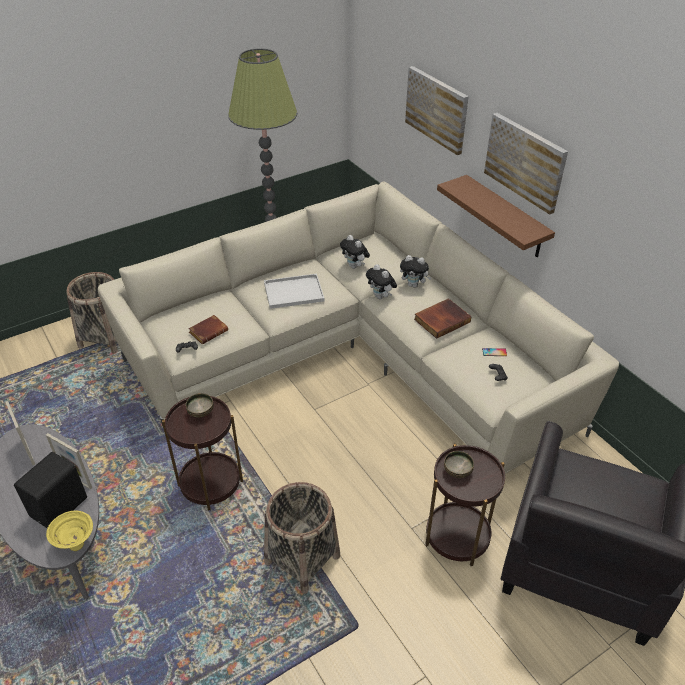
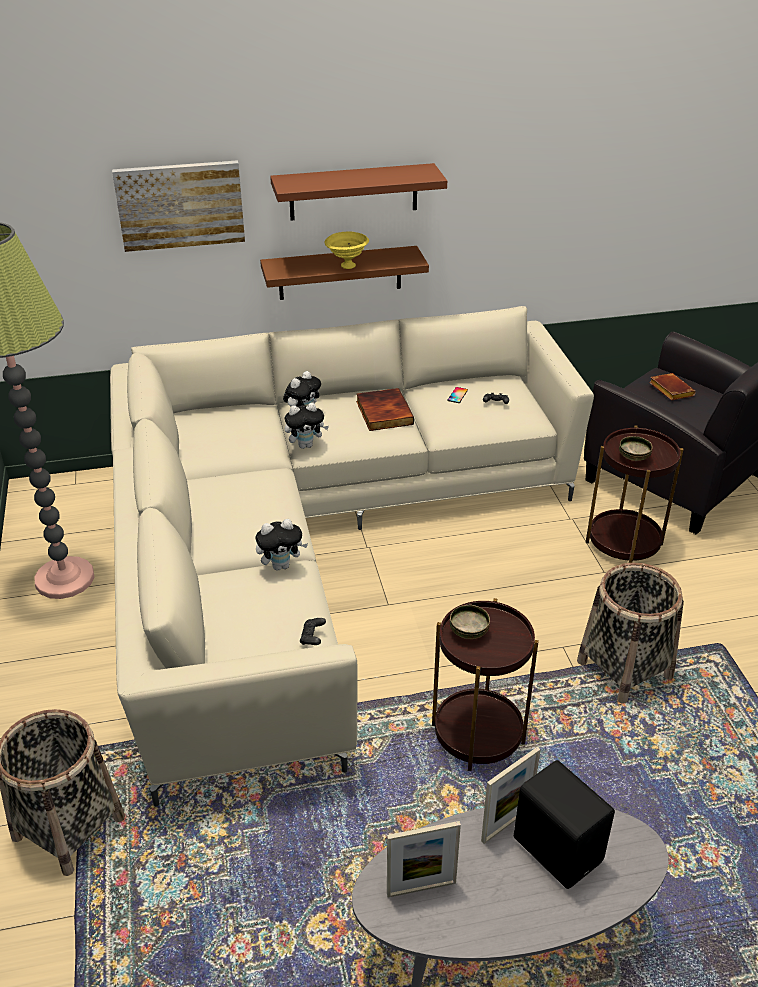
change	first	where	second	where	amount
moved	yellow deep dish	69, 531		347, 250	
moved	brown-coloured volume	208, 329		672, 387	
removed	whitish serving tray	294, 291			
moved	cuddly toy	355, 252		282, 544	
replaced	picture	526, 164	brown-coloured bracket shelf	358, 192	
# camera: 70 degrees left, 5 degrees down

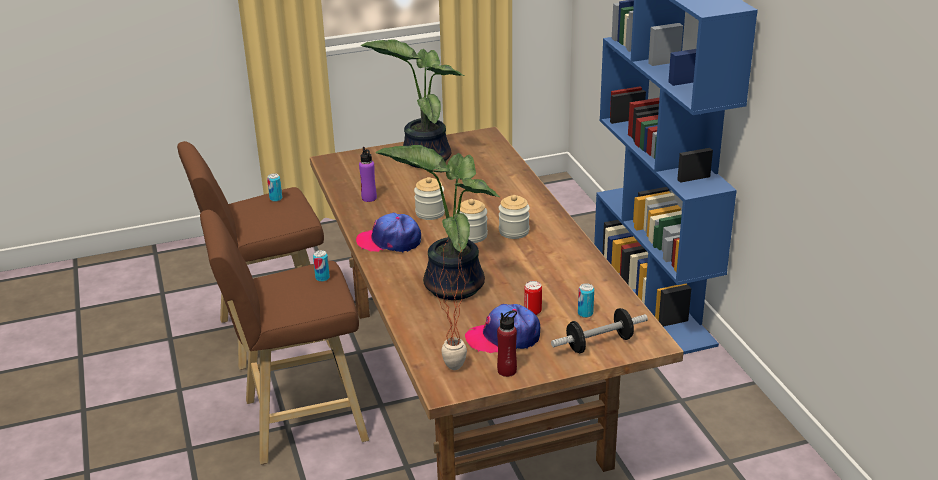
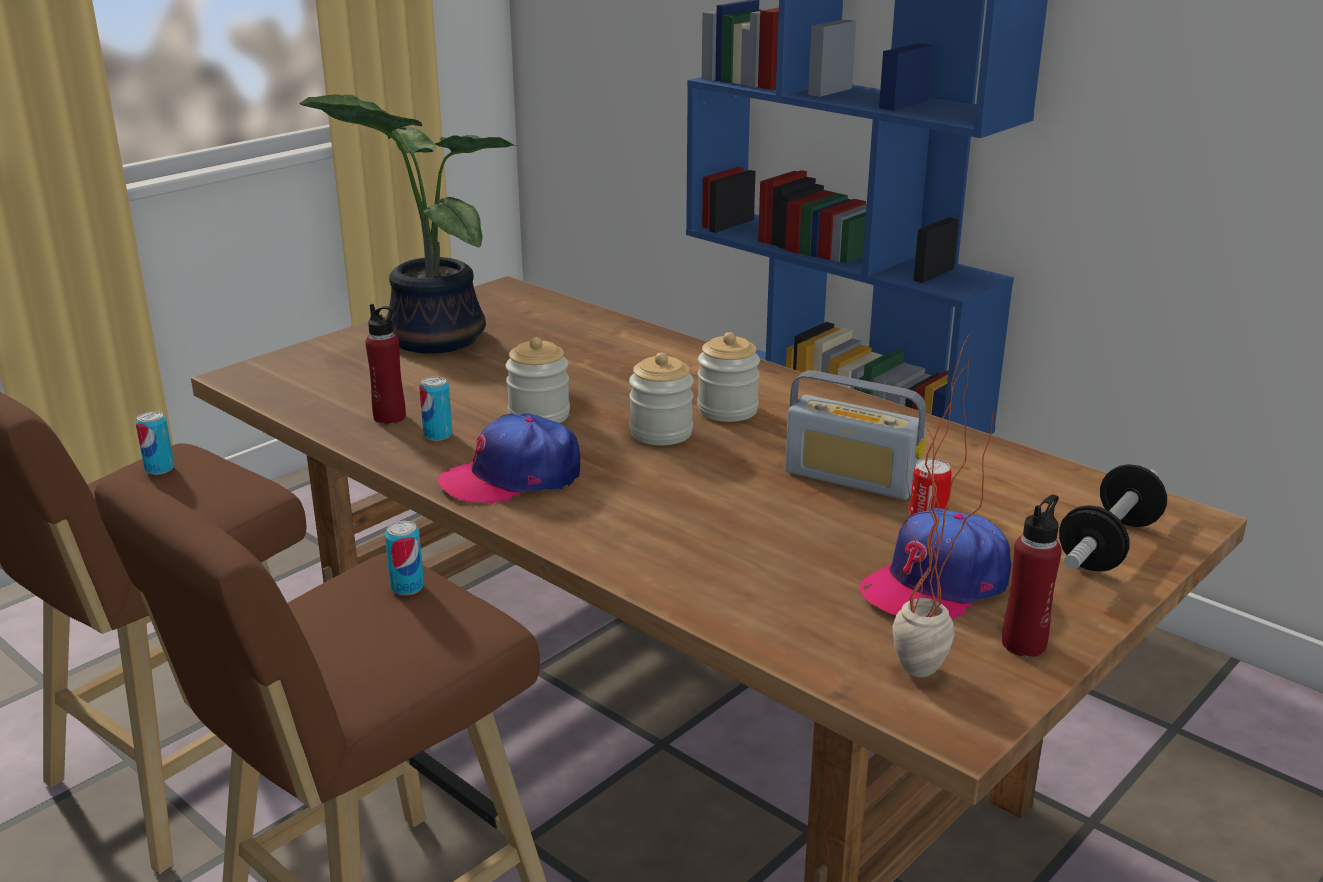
change	first	where	second	where	amount
recoloured	purple-coloured bottle	368, 174	red bottle	385, 364	
removed	plant in a pot	437, 222			
moved	can	586, 300		435, 408	
added			radio set	855, 435	
# camera: 30 degrees left, 5 degrees down

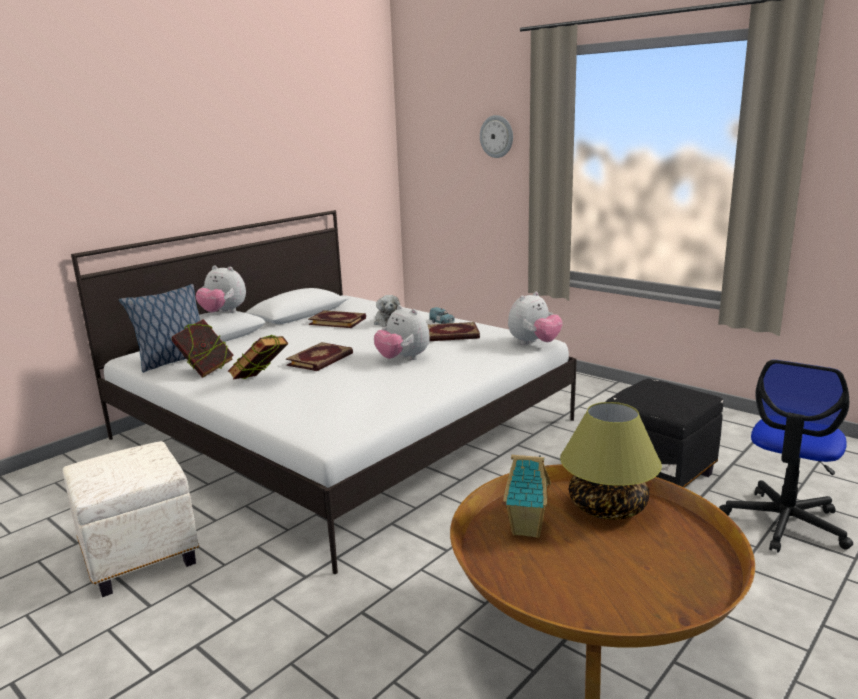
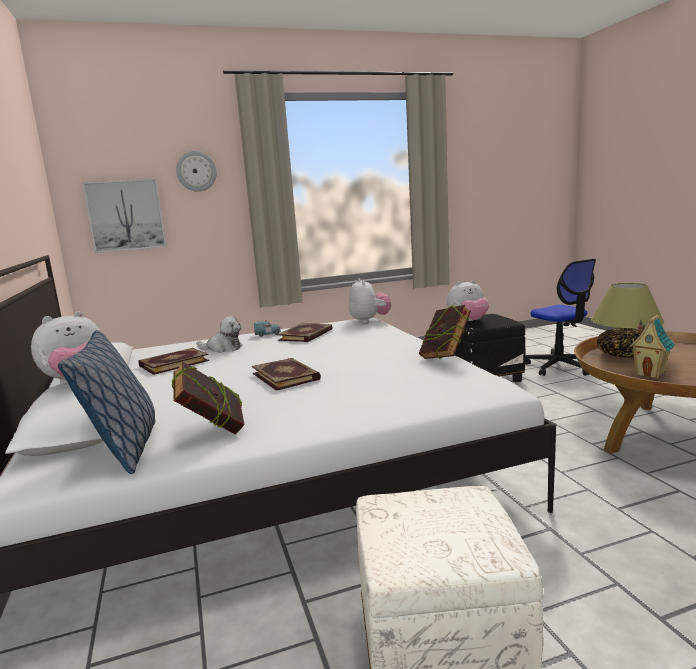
change	first	where	second	where	amount
moved	volume	257, 357		445, 331	
moved	cuddly toy	402, 332		468, 300	
added			picture	124, 216	
# camera: 60 degrees left, 5 degrees down

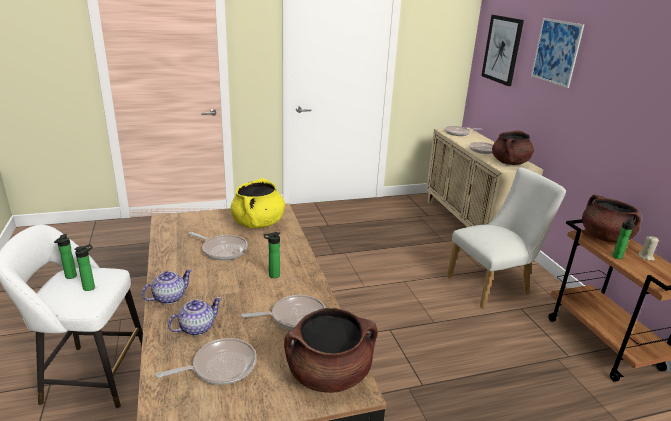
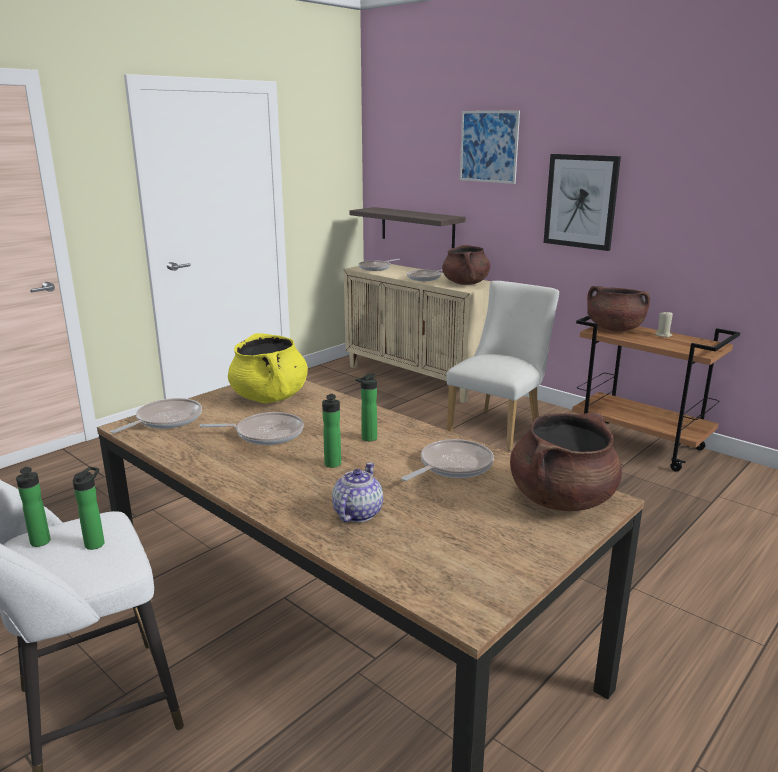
change	first	where	second	where	amount
removed	pot for tea	167, 286			
moved	skillet	206, 361		156, 415	
moved	picture	502, 50		582, 202	
moved	bottle	623, 239		331, 431	
added			bracket shelf	407, 227	
# camera: 30 degrees left, 5 degrees down

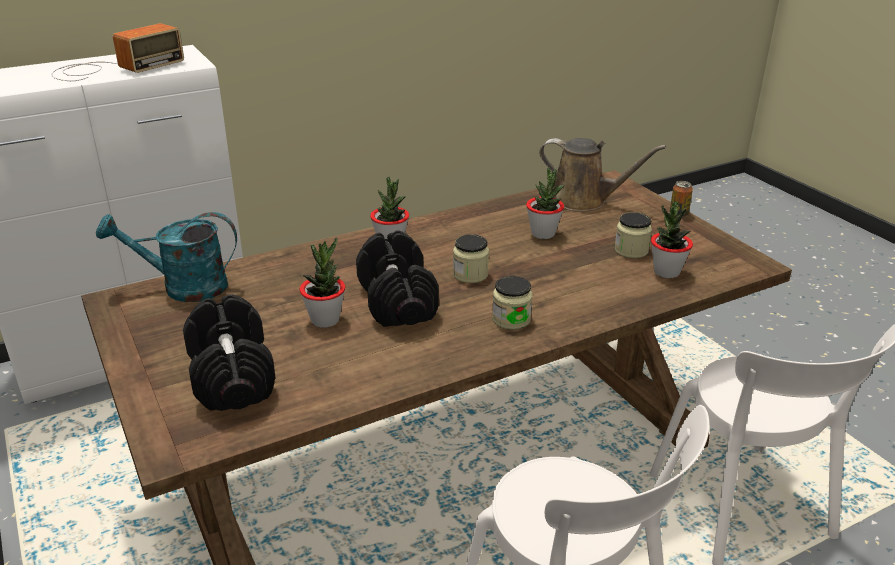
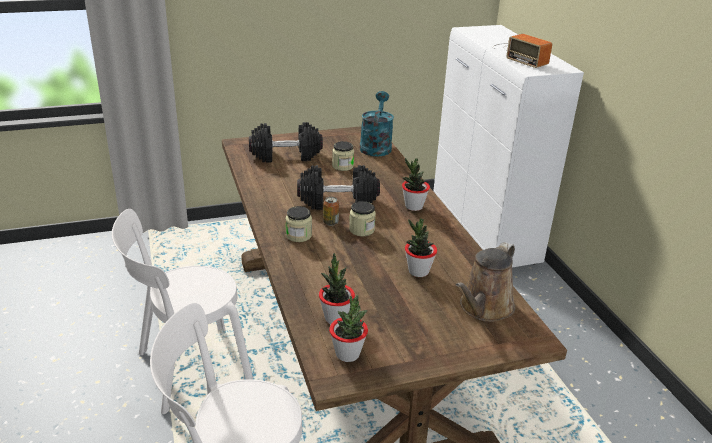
change	first	where	second	where	amount
moved	plant in a pot	323, 282		348, 328	
moved	storage jar	633, 235		343, 156	
moved	can	681, 199		331, 211	
# camera: 100 degrees right, 0 degrees up

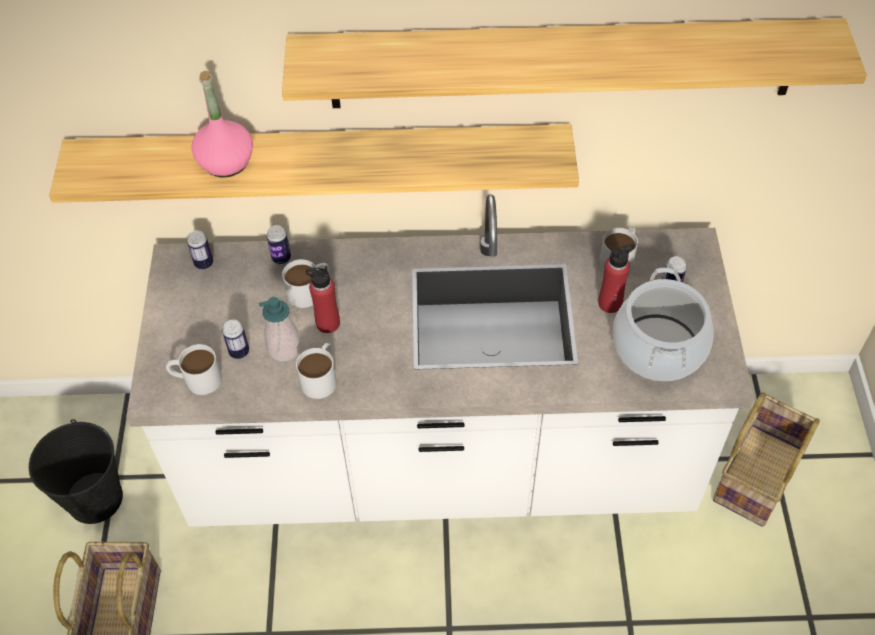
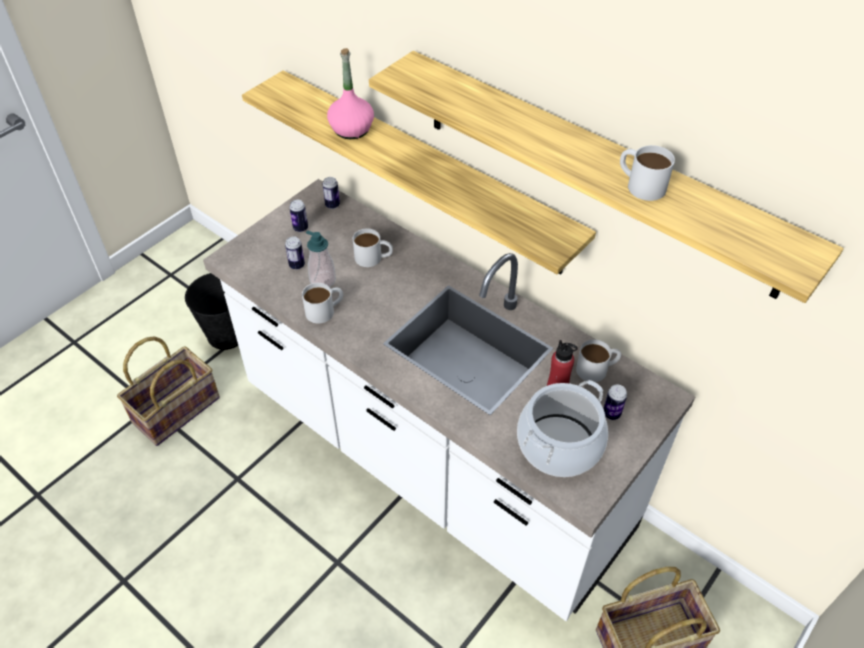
change	first	where	second	where	amount
moved	whitish tea mug	194, 369		647, 173	
moved	can	279, 244		298, 216	
removed	red bottle	323, 299			
# camera: 40 degrees right, 5 degrees down

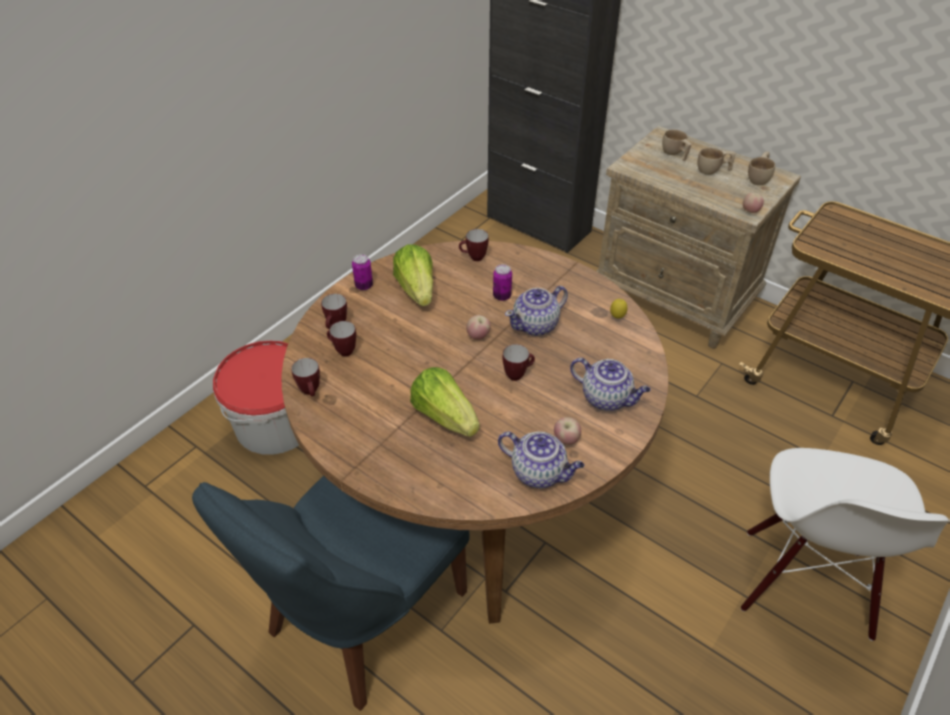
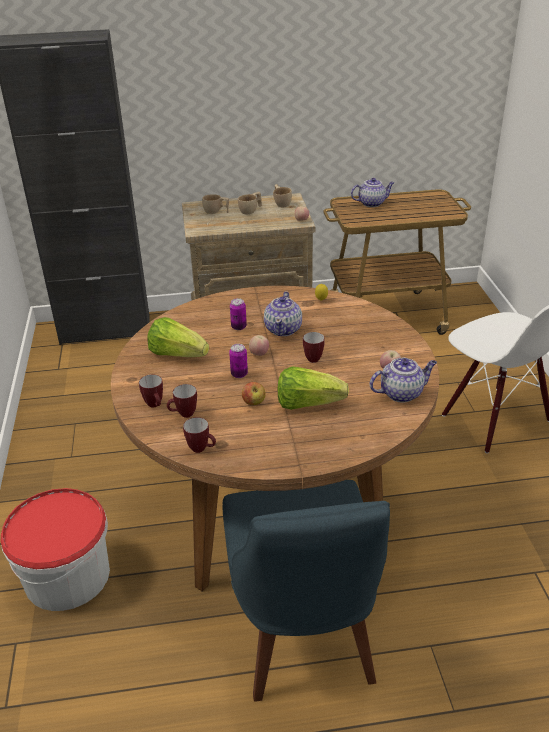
change	first	where	second	where	amount
moved	can	362, 272		238, 361	
removed	tea mug	474, 245			
moved	pot for tea	610, 384		372, 192	
added			apple fruit	254, 393	
# camera: 45 degrees left, 10 degrees down

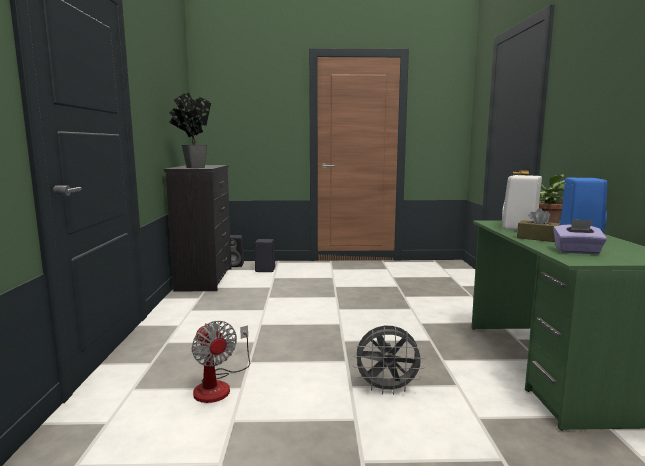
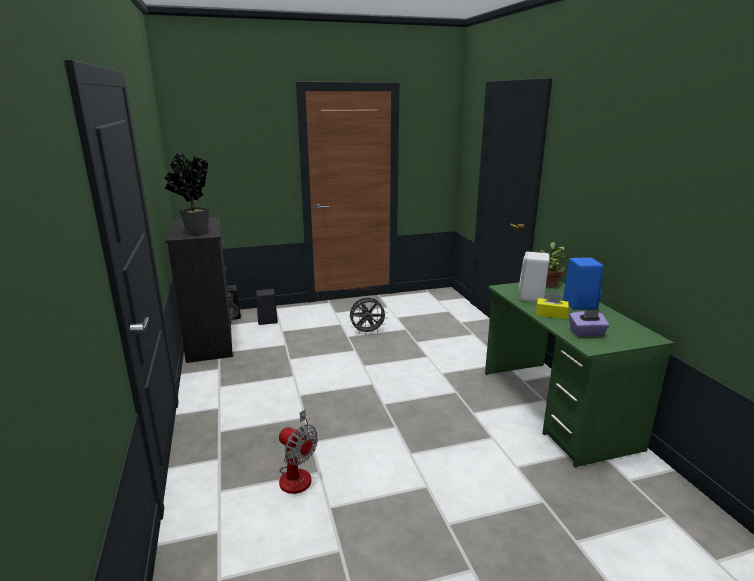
change	first	where	second	where	amount
moved	gray cooling fan	389, 360		368, 316	
recoloured	brown-coloured tissue holder	538, 225	yellow tissue holder	552, 305	
# camera: 15 degrees left, 10 degrees up

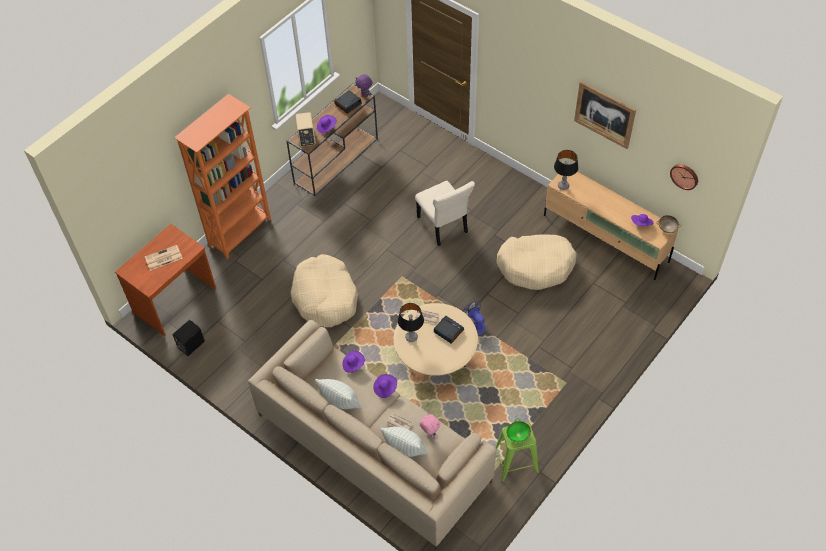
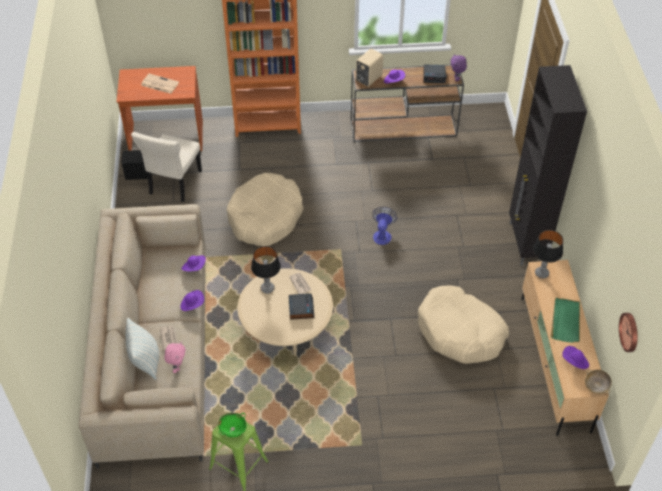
change	first	where	second	where	amount
removed	throw pillow	338, 394			
moved	sand-coloured chair	445, 213		166, 167	
moved	cooling fan	474, 318		384, 226	
removed	picture	605, 115			
added			black cupboard	548, 165	
added			green-coloured serving tray	565, 320	
# camera: 45 degrees right, 5 degrees down

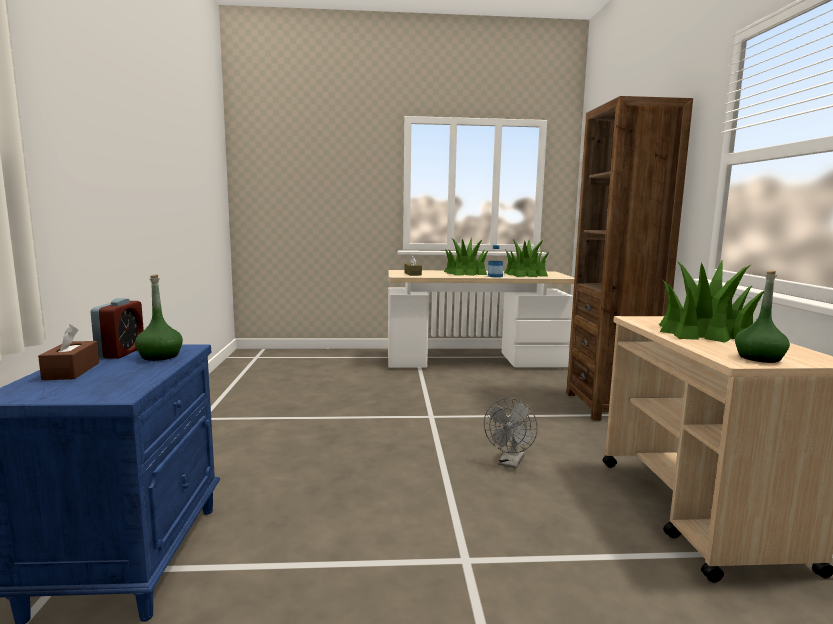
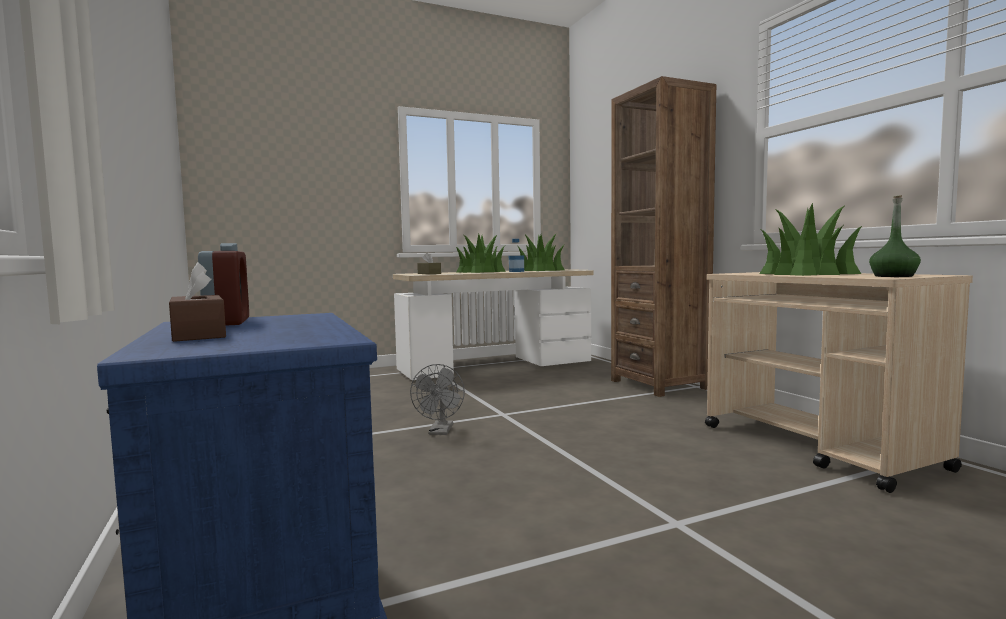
change	first	where	second	where	amount
removed	green-coloured bottle	159, 317			
moved	gray cooling fan	511, 433		437, 399	
# camera: 20 degrees left, 5 degrees down

